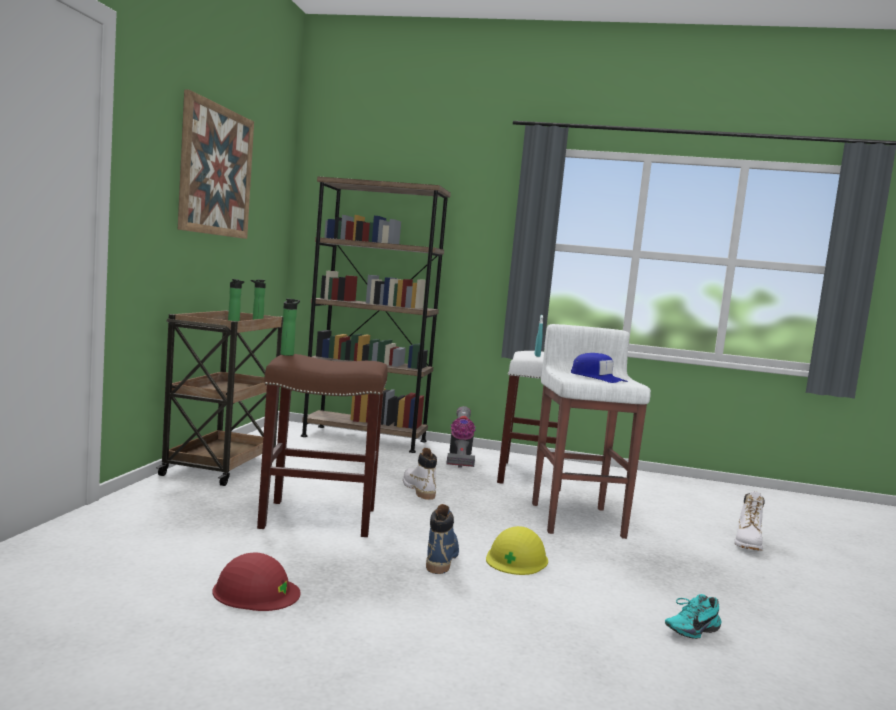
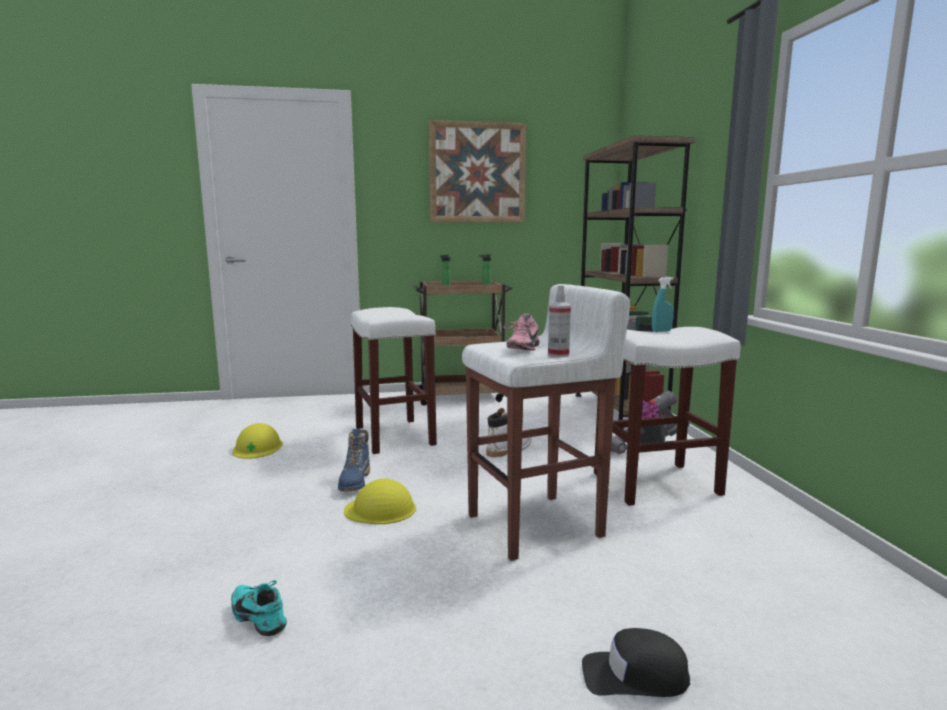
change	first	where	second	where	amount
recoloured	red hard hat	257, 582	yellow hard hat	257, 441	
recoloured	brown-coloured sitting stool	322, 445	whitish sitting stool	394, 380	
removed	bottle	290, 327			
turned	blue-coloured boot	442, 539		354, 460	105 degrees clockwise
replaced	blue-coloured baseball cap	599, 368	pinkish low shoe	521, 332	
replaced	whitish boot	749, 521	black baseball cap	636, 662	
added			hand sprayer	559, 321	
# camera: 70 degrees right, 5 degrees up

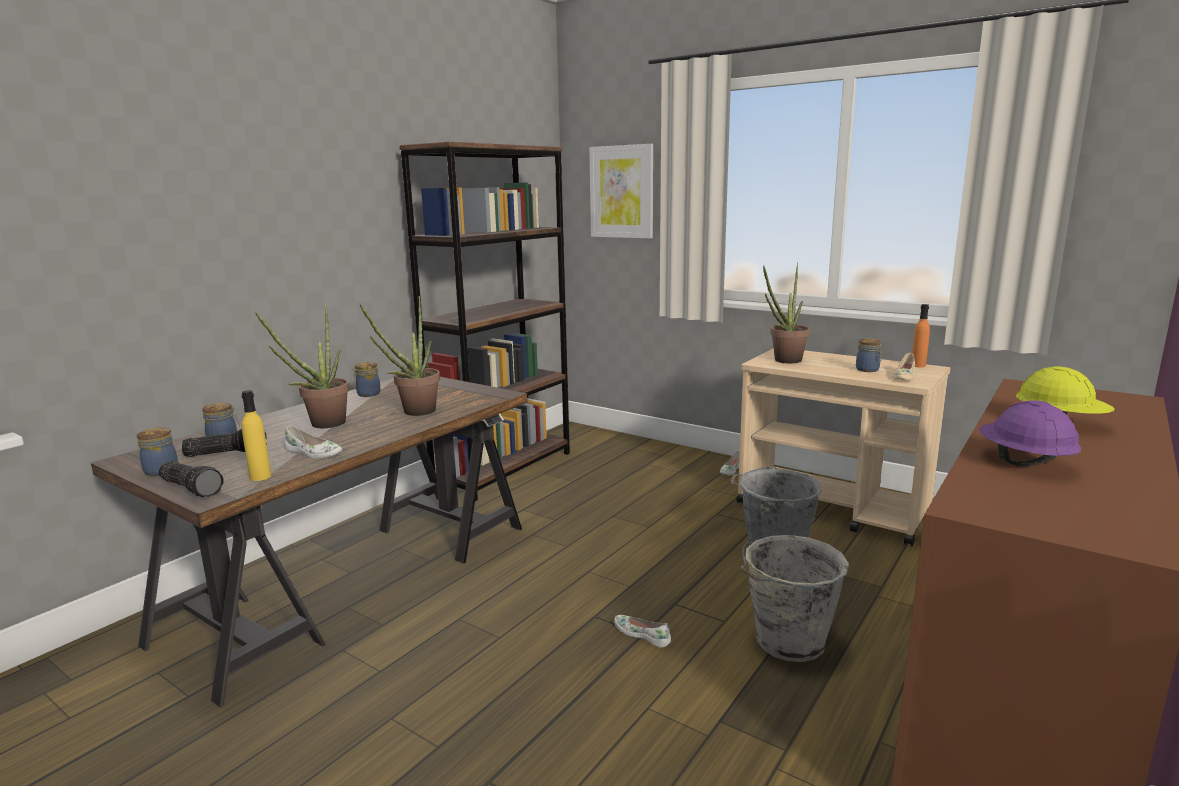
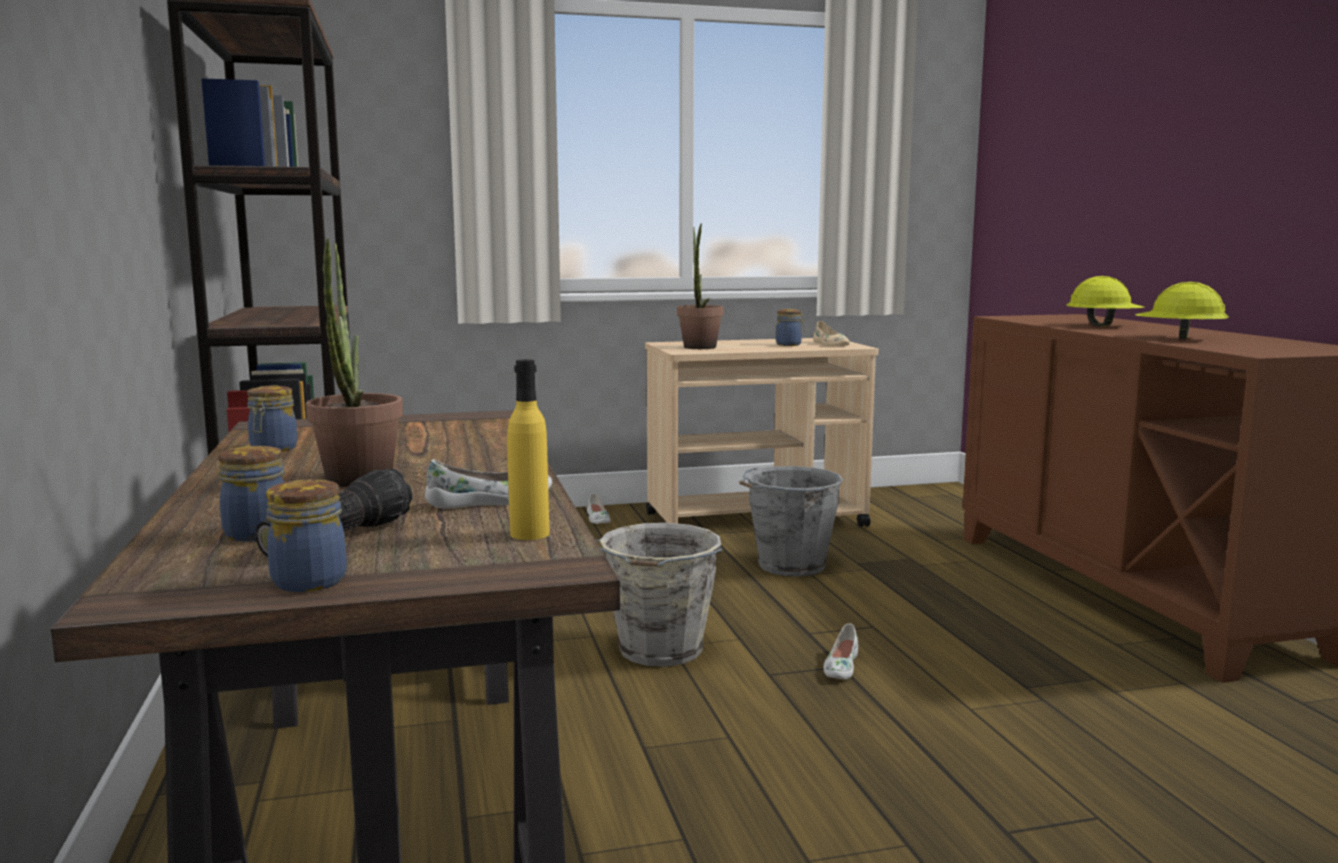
change	first	where	second	where	amount
removed	hand torch	191, 479			
removed	plant in a pot	399, 356			
removed	picture	621, 191			
turned	whitish low shoe	642, 631		841, 651	60 degrees counterclockwise
moved	gray water bucket	795, 598		659, 595	
removed	orangey bottle	921, 335			
recoloured	purple-coloured hard hat	1030, 433	yellow hard hat	1182, 310	
# camera: 50 degrees left, 5 degrees down

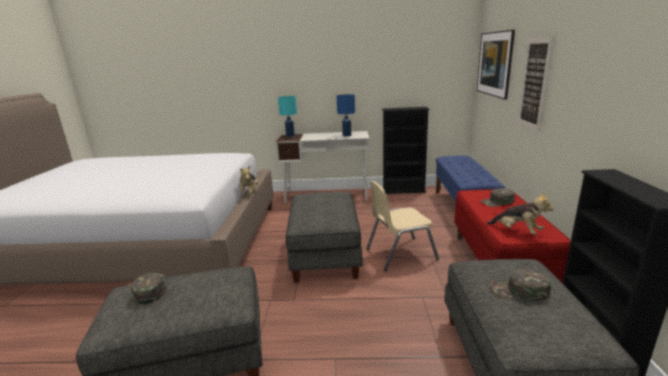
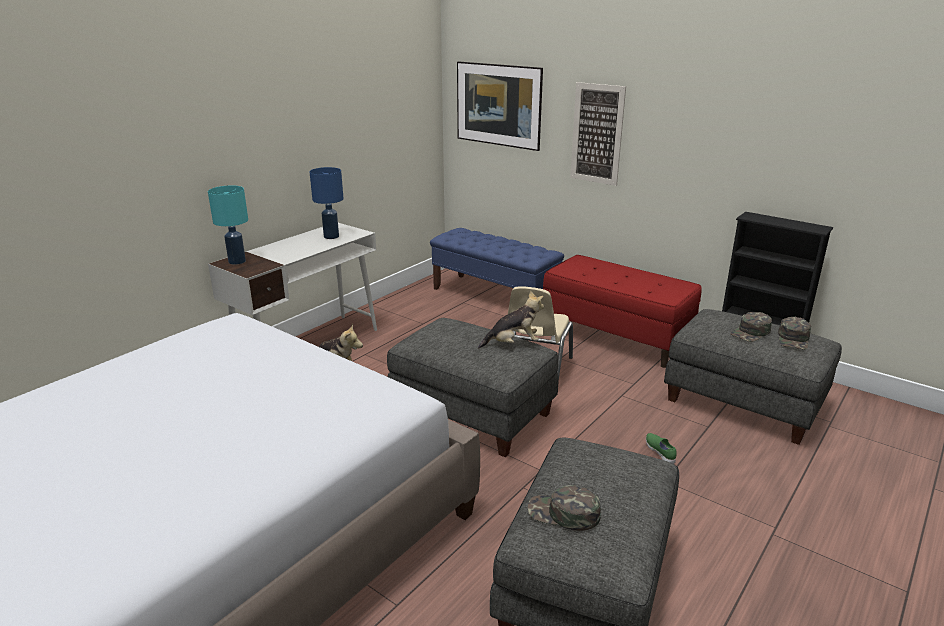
change	first	where	second	where	amount
removed	black shelving unit	405, 150			
moved	green-coloured baseball cap	497, 197		794, 333	
moved	cuddly toy	520, 213		511, 319	
added			green-coloured low shoe	661, 448	
# camera: 55 degrees left, 5 degrees up

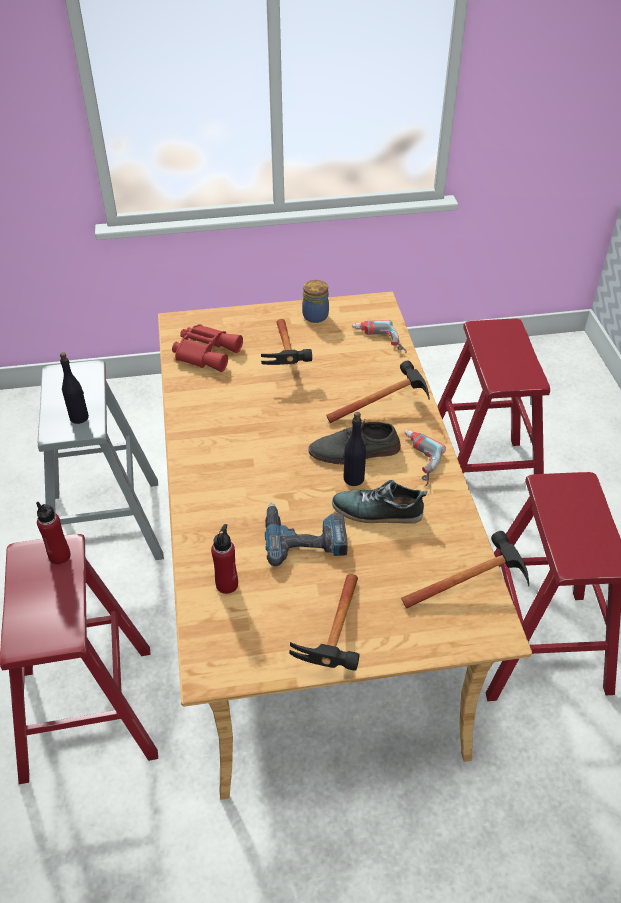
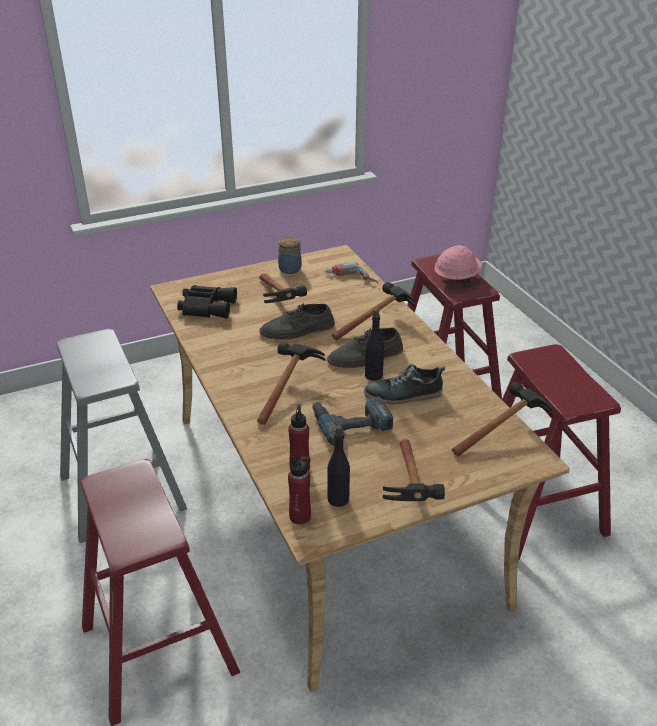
change	first	where	second	where	amount
moved	red bottle	53, 533		299, 490	
moved	black bottle	74, 388		338, 466	
recoloured	red field glasses	207, 348	black field glasses	207, 302	
removed	electric drill	425, 458			
added			hand hammer	291, 383	
added			gray low shoe	297, 321	
added			pinkish hard hat	458, 264	
# camera: 15 degrees left, 10 degrees down

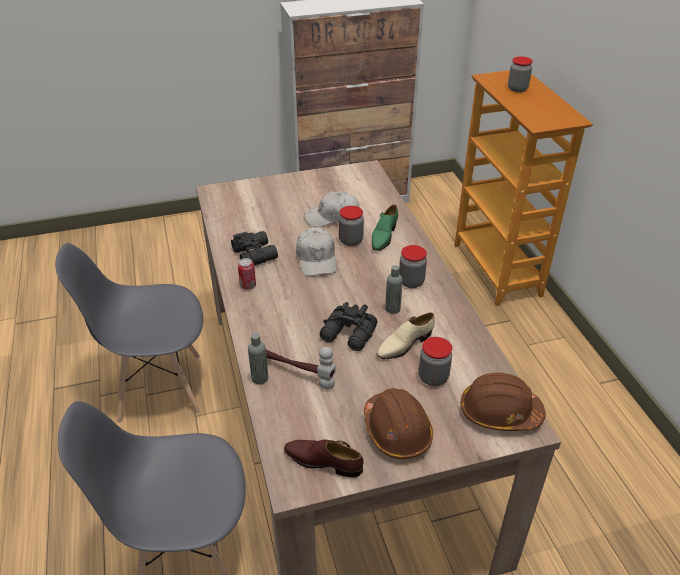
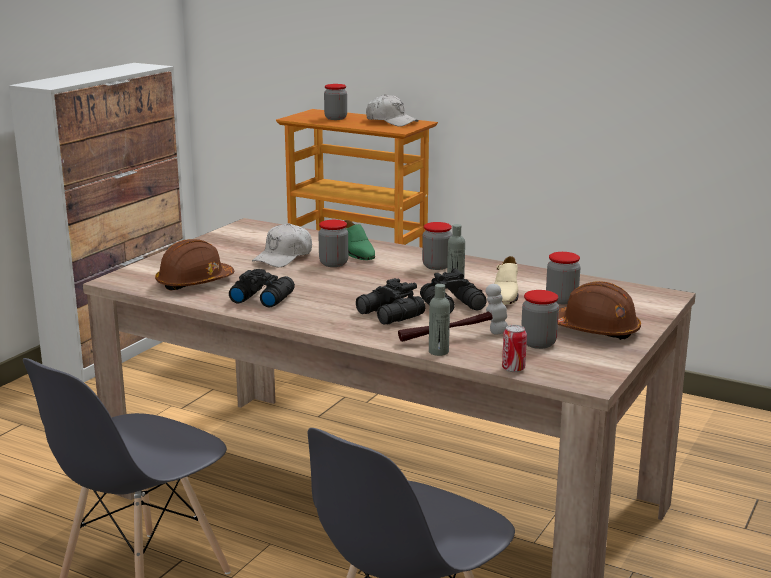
change	first	where	second	where	amount
moved	can	247, 274		514, 348	
removed	brown-coloured low shoe	324, 458			
moved	whitish baseball cap	316, 252		392, 110	
moved	brown-coloured hard hat	503, 402		194, 265	
added			black field glasses	390, 301	
added			storage jar	540, 319	
# camera: 45 degrees left, 20 degrees down

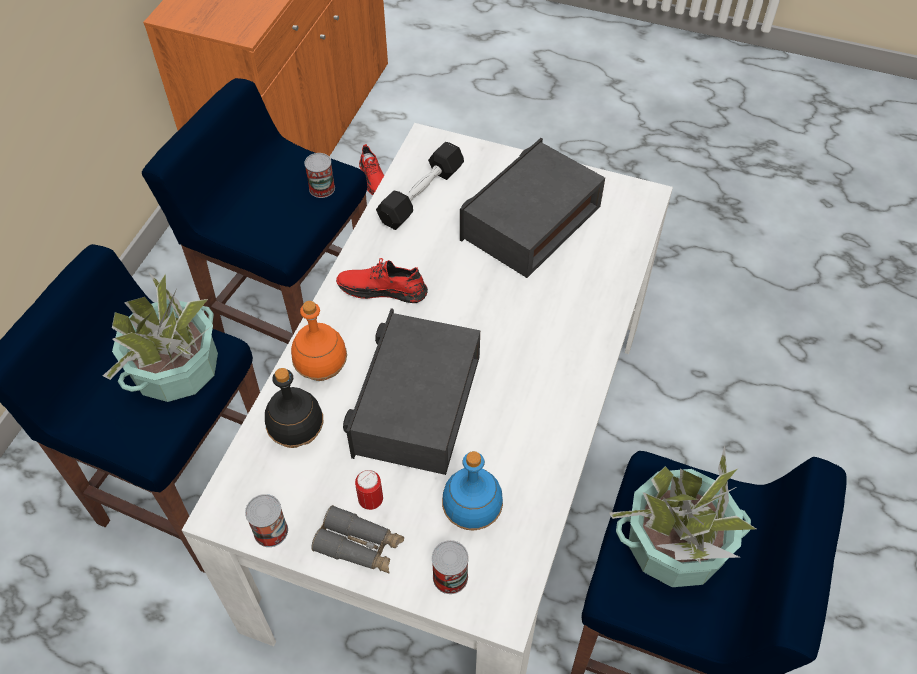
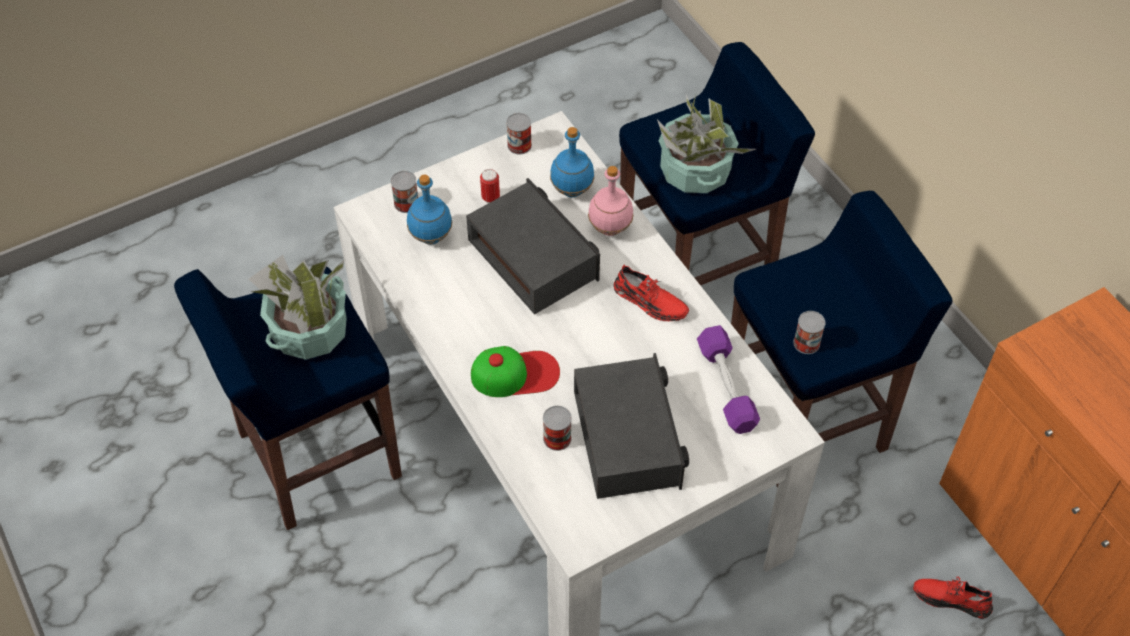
change	first	where	second	where	amount
recoloured	black bottle	294, 408	blue-coloured bottle	572, 162	
recoloured	orangey bottle	319, 341	pinkish bottle	610, 201	
removed	gray field glasses	357, 539			
turned	red low shoe	382, 280		651, 292	75 degrees clockwise
recoloured	black dumbbell	420, 186	purple-coloured dumbbell	728, 379	
added			baseball cap	515, 371	
added			can	557, 428	
# camera: 130 degrees right, 0 degrees up

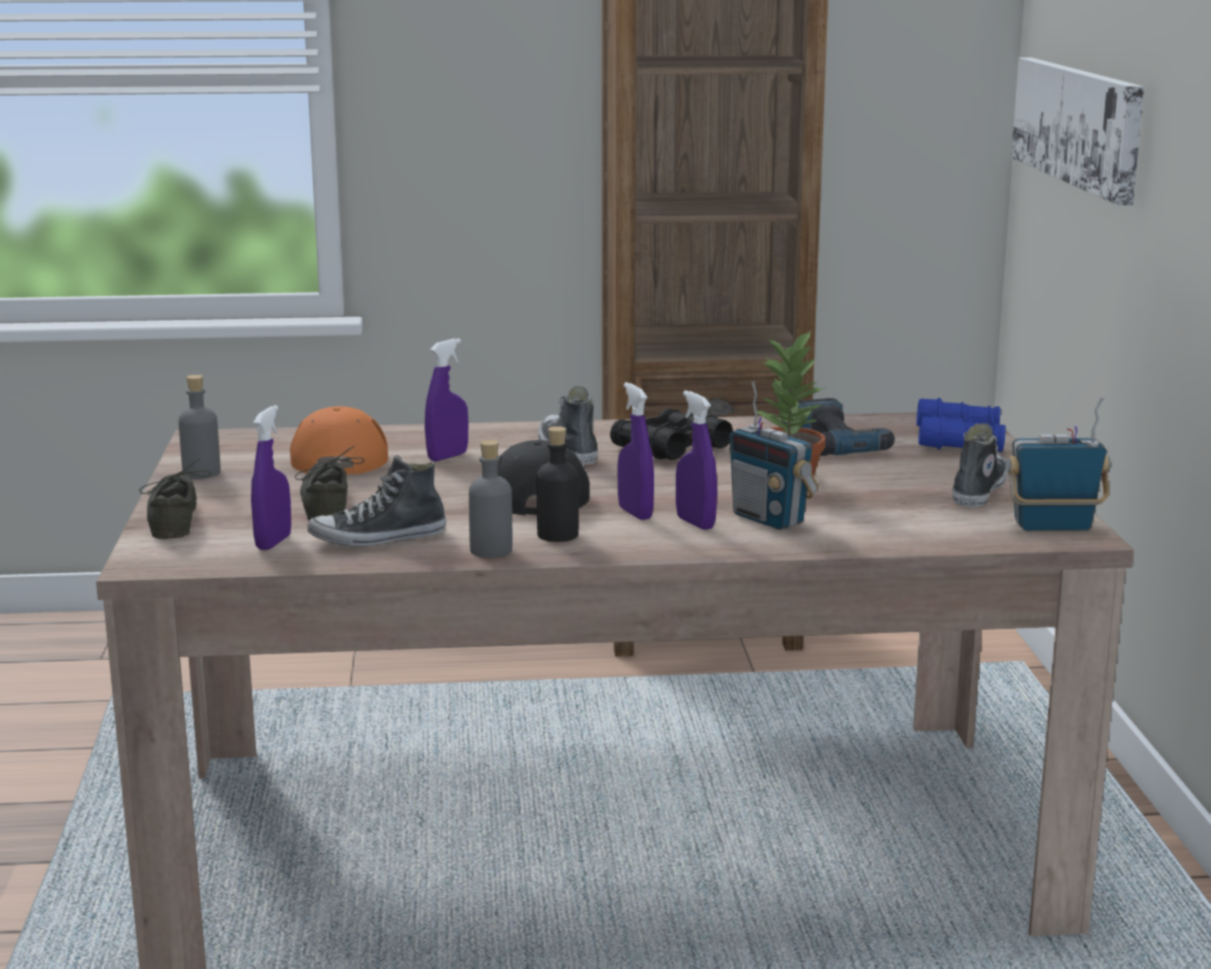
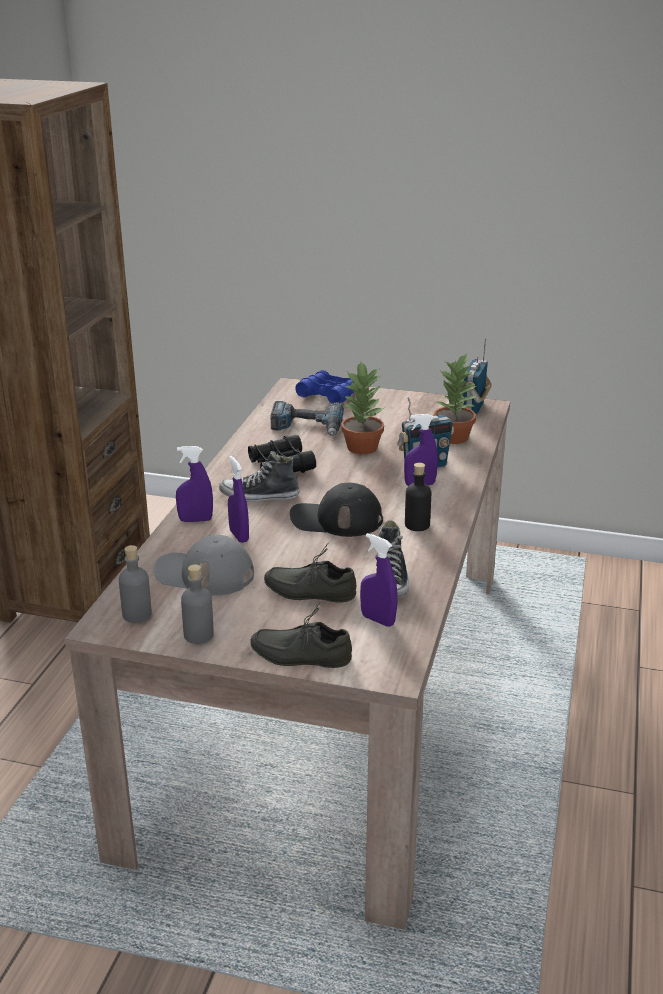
change	first	where	second	where	amount
recoloured	orangey baseball cap	339, 440	gray baseball cap	204, 565	
moved	gray bottle	490, 499		135, 584	
moved	purple-coloured hand sprayer	635, 451		194, 484	
removed	low shoe	979, 465			
removed	picture	1078, 131			
added			plant in a pot	456, 398	
# camera: 70 degrees left, 10 degrees up

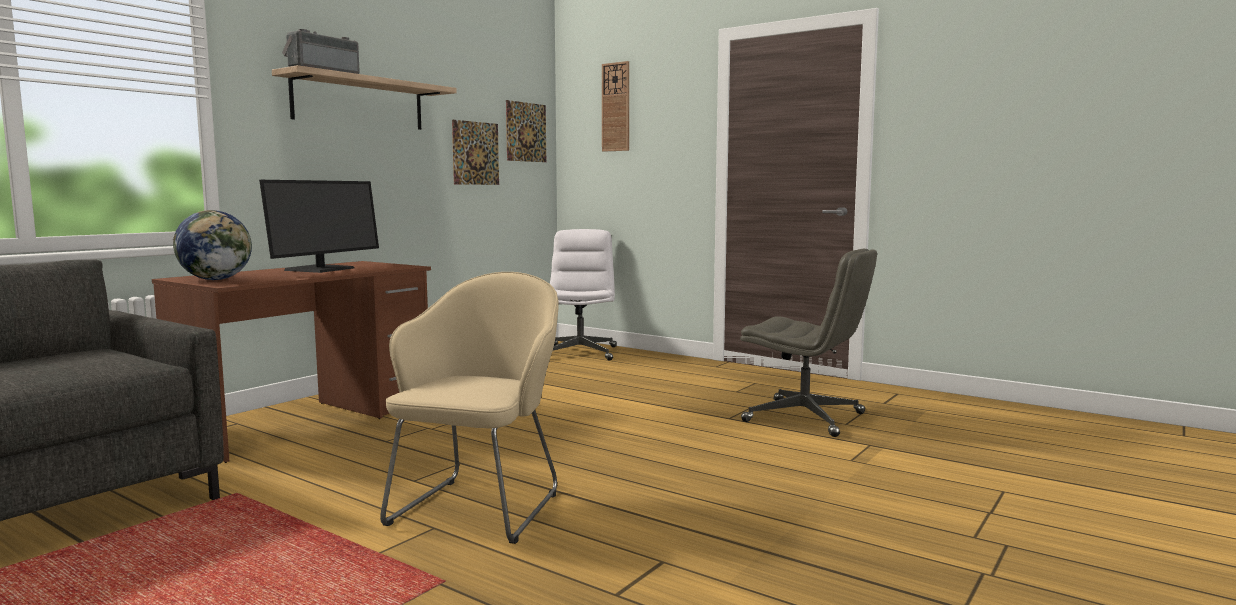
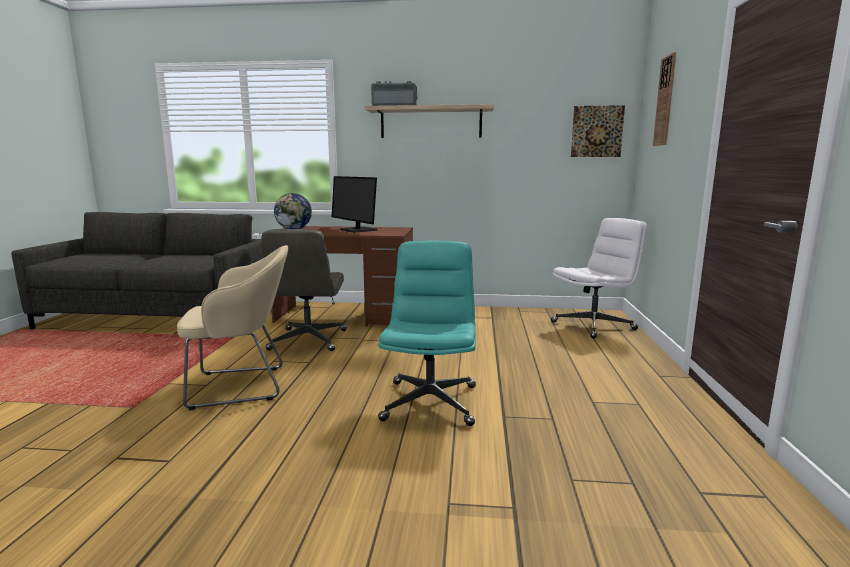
change	first	where	second	where	amount
turned	computer display	319, 226		355, 204	60 degrees clockwise
removed	picture	475, 152			
moved	gray desk chair	808, 343		304, 290	
added			turquoise-coloured desk chair	427, 333	
# camera: 60 degrees right, 5 degrees up

